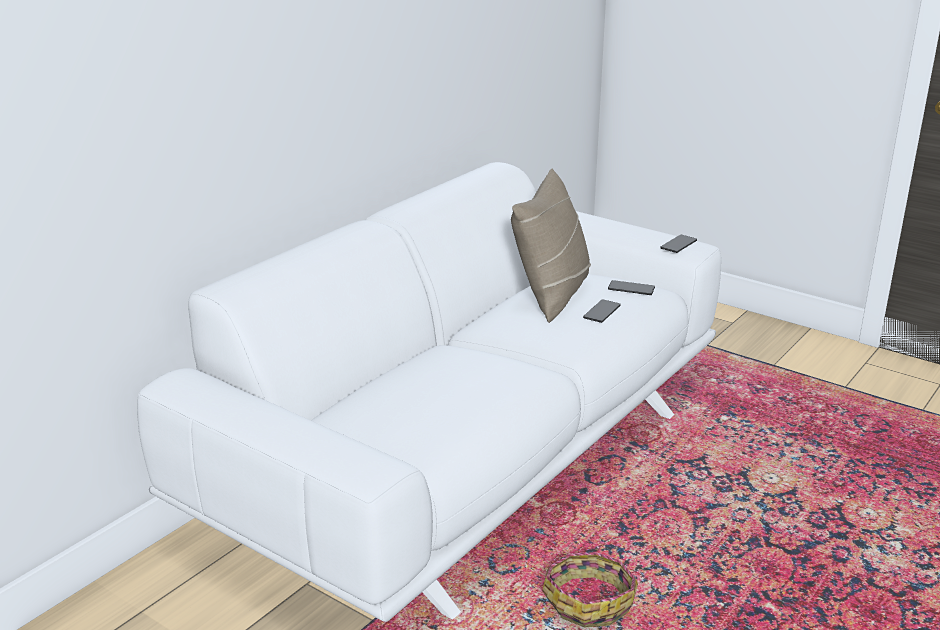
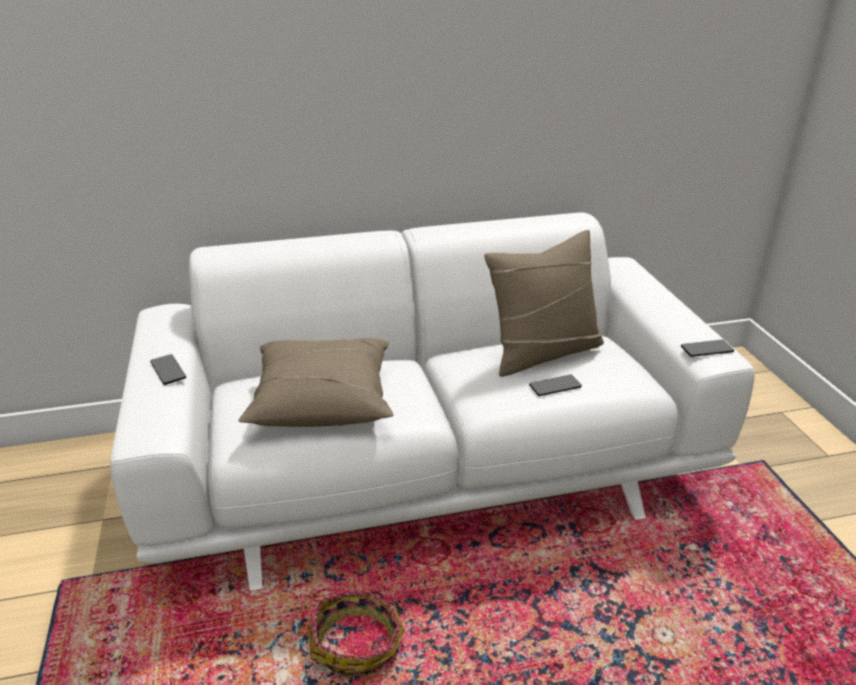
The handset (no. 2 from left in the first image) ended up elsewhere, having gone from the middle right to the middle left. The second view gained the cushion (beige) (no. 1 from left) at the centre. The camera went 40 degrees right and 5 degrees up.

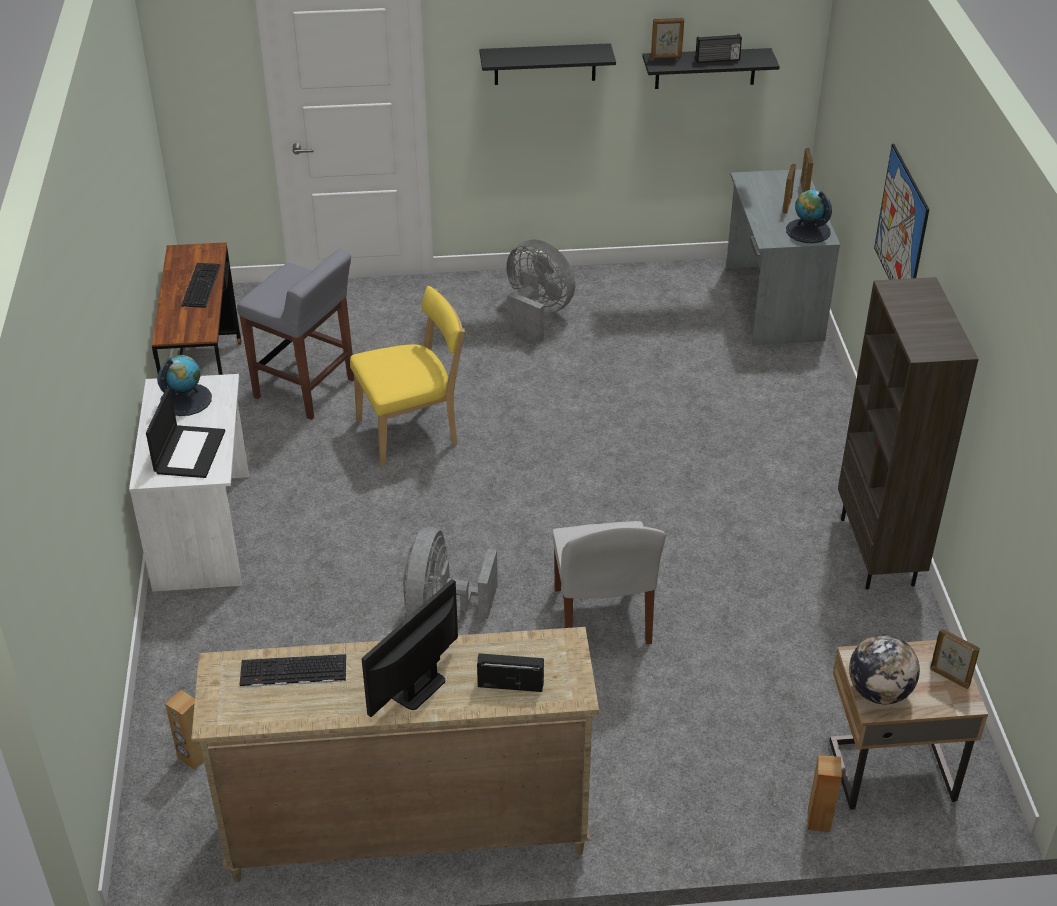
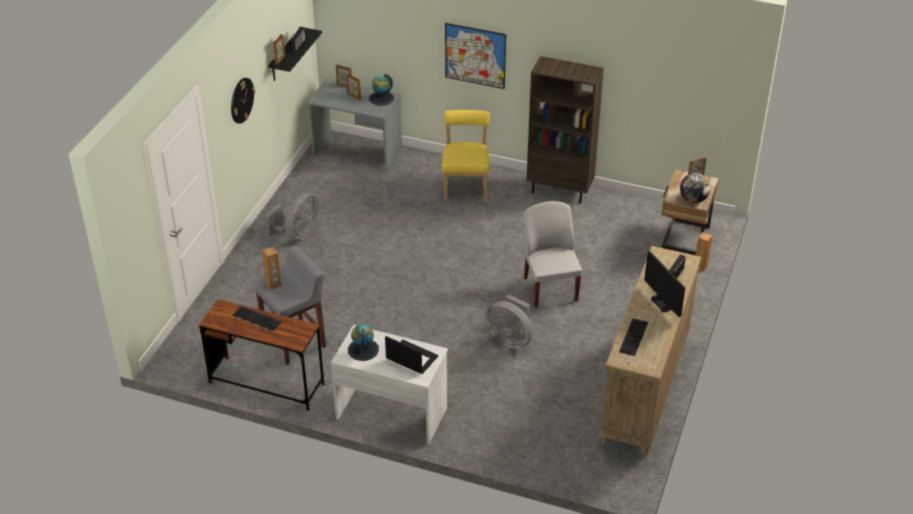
Where the wall shelf (black-coloured) (no. 1 from left) hung at the top centre, the hanging clock came to hang at the top left. The fan (greyish) (no. 2 from left in the first image) at the top centre ended up facing another way, 150 degrees clockwise from before. The chair (yellow) ended up elsewhere, having gone from the centre to the top centre. The chair (whitish) at the centre ended up facing another way, 120 degrees counterclockwise from before. The loudspeaker (brown-coloured) (no. 1 from left) ended up elsewhere, having gone from the bottom left to the middle left. The camera went 65 degrees left and 0 degrees up.

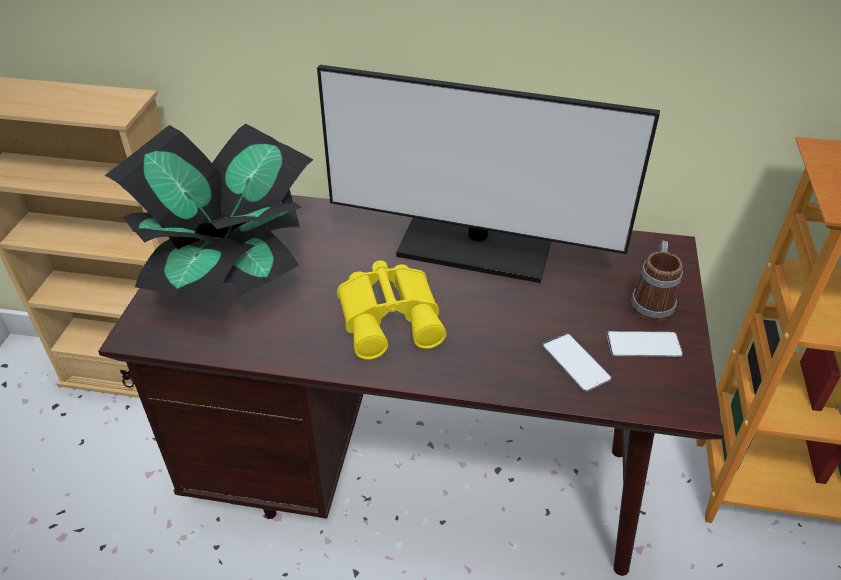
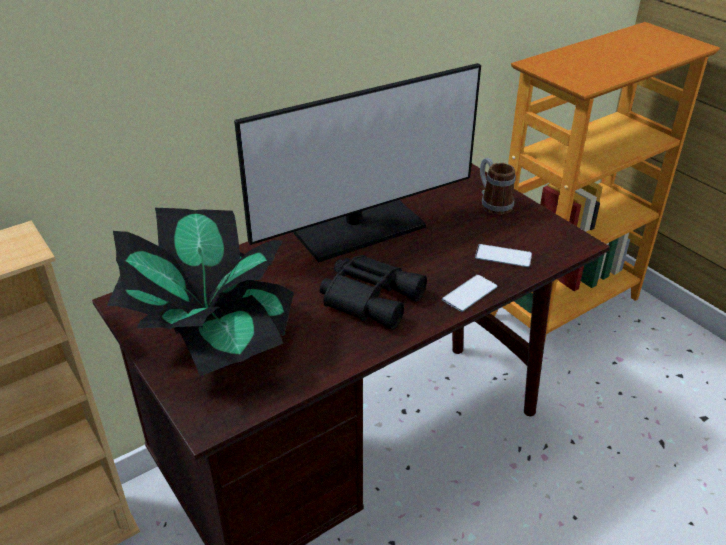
What was the binoculars (yellow) at the centre turned into the binoculars (black-coloured) at the centre. The handset (no. 2 from left in the first image) ended up elsewhere, having gone from the middle right to the centre. The camera went 45 degrees left and 5 degrees down.

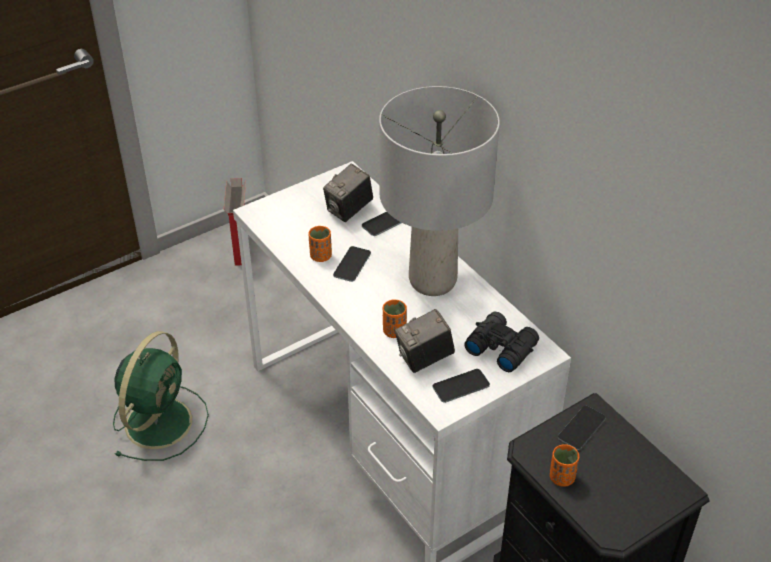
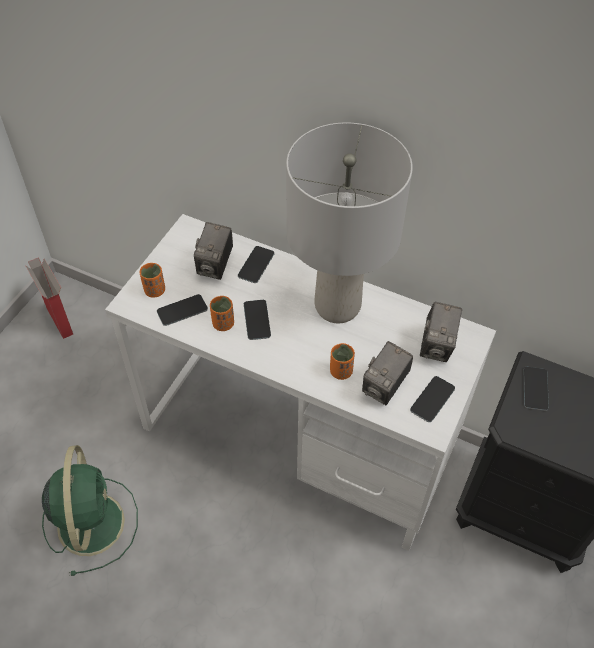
Where the binoculars (black-coloured) stood at the centre, the photo camera (no. 3 from left) came to stand at the middle right. The cup (orange) (no. 3 from left in the first image) ended up elsewhere, having gone from the bottom right to the middle left. The second view gained the handset (no. 1 from left) at the middle left. The camera went 30 degrees left and 10 degrees up.

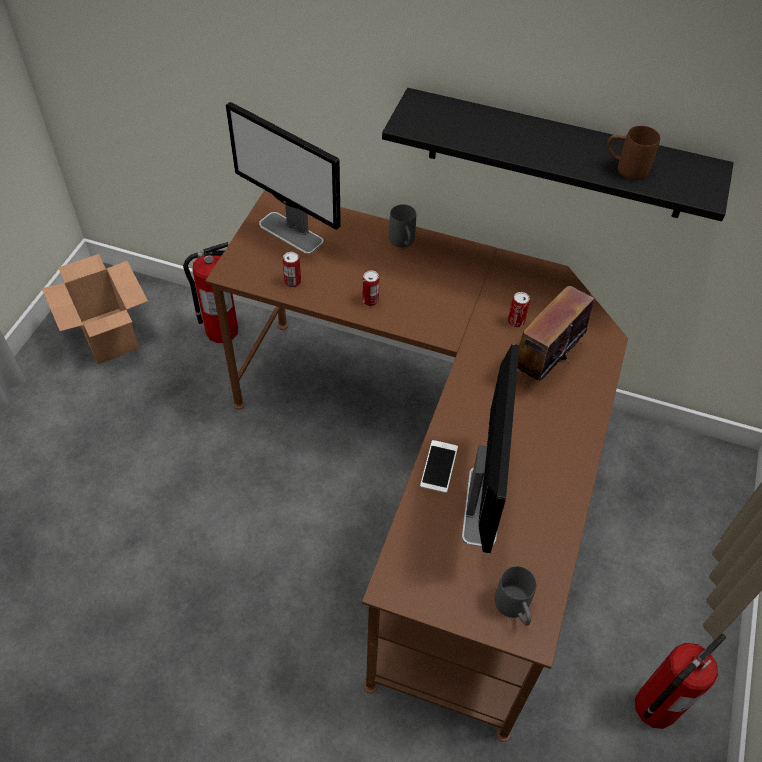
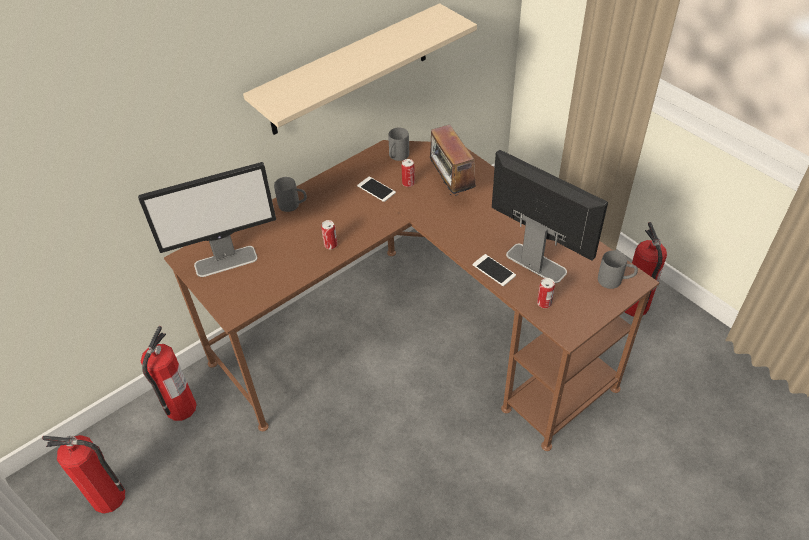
What was the wall shelf (black-coloured) at the top right turned into the wall shelf (beige) at the top centre. The second view lost the tea mug (brown-coloured) at the top right. The can (no. 1 from left in the first image) ended up elsewhere, having gone from the centre to the middle right. Where the packing box stood at the middle left, the fire extinguisher (no. 1 from left) came to stand at the bottom left. The second view gained the tea mug (greyish) (no. 2 from left) at the top centre. The second view gained the handset (no. 1 from left) at the centre. The camera went 55 degrees left and 5 degrees down.

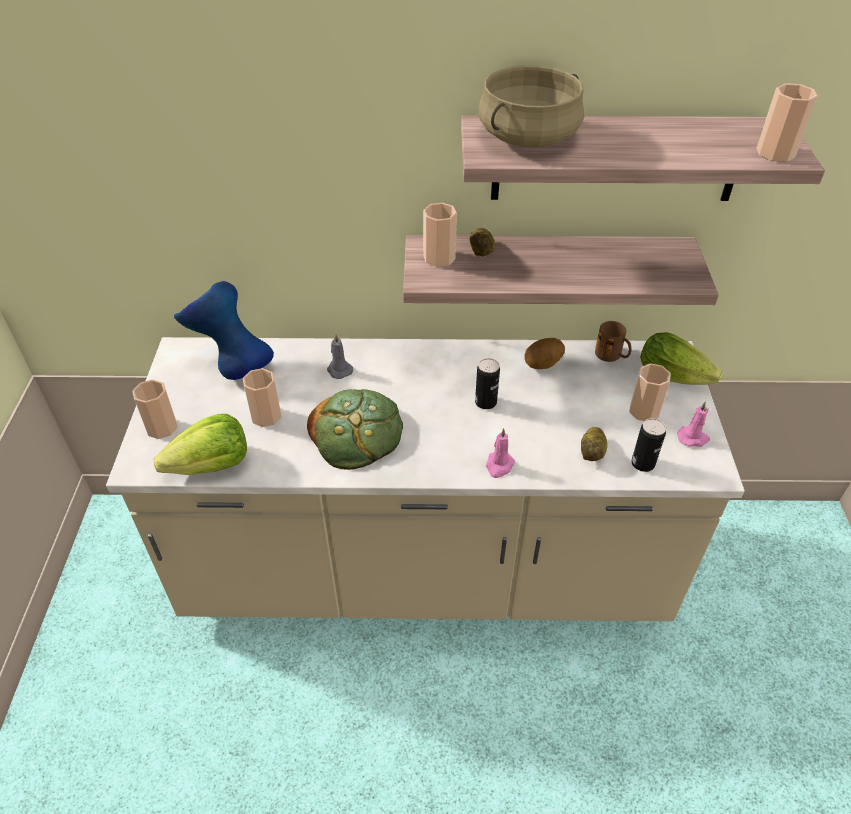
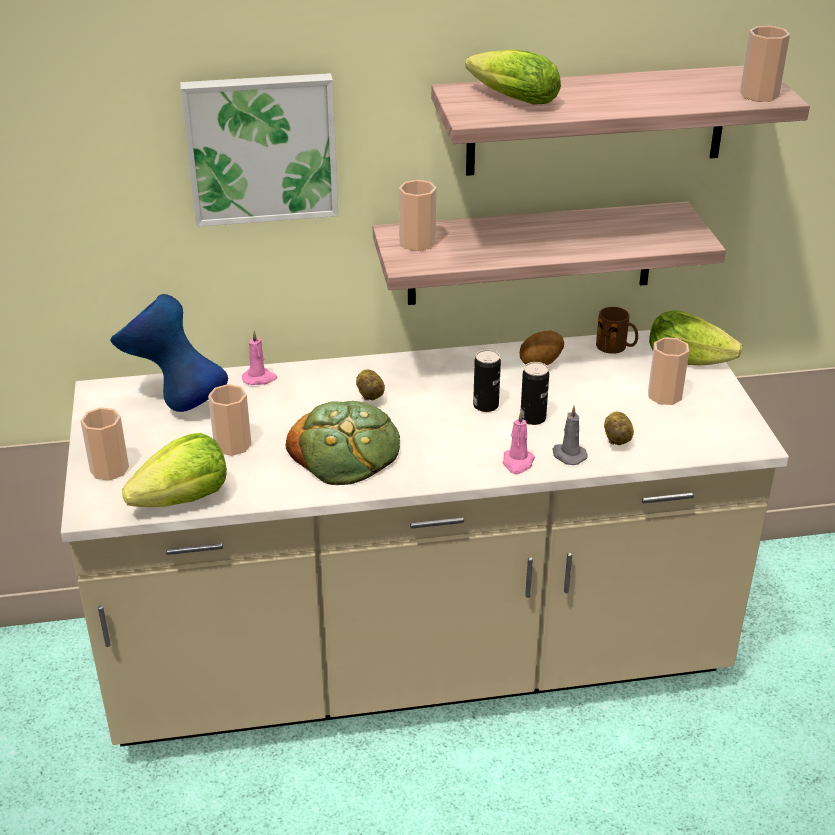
Where the cooking pot (beige) stood at the top centre, the head of lettuce (no. 2 from left) came to stand at the top centre. The spud (no. 1 from left) ended up elsewhere, having gone from the top centre to the centre. The wax light (greyish) ended up elsewhere, having gone from the centre to the middle right. The wax light (pink) (no. 2 from left in the first image) ended up elsewhere, having gone from the middle right to the middle left. The can (no. 2 from left) ended up elsewhere, having gone from the middle right to the centre. The second view gained the picture at the top left. The camera went 10 degrees left and 10 degrees down.

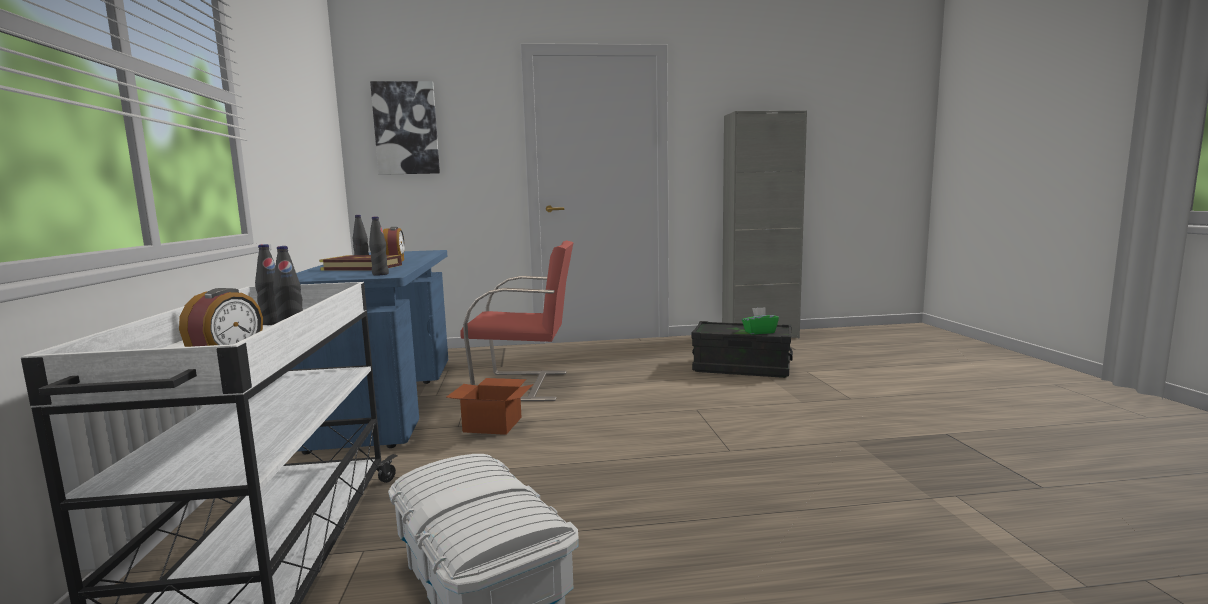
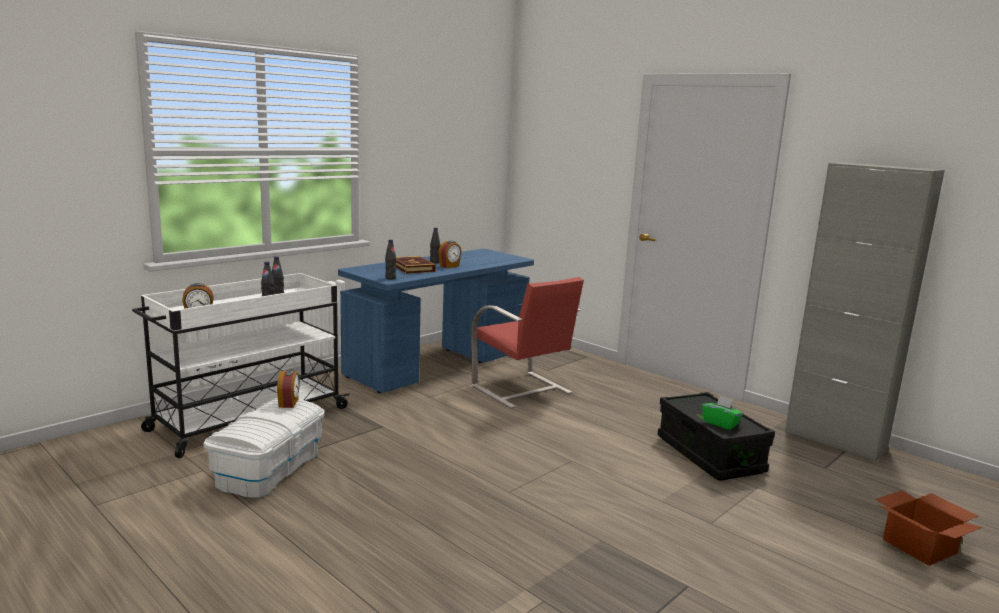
The second view lost the picture at the top centre. The packing box ended up elsewhere, having gone from the bottom centre to the bottom right. The second view gained the bedside clock (no. 2 from left) at the middle left. The camera went 50 degrees right and 5 degrees up.

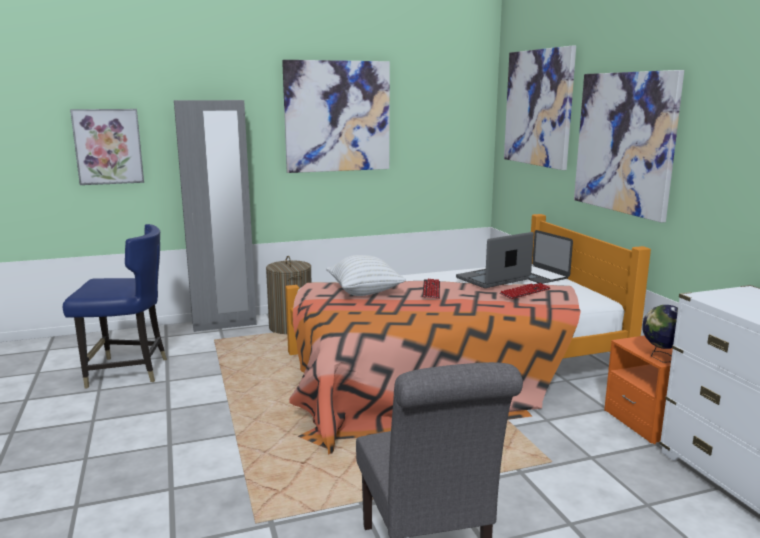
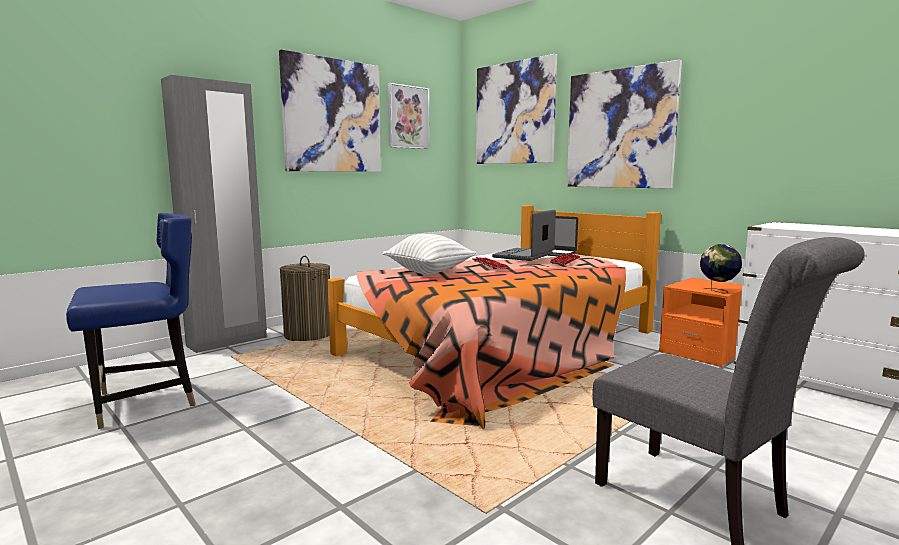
The picture (no. 1 from left in the first image) ended up elsewhere, having gone from the top left to the top centre. The camera went 25 degrees left and 5 degrees down.

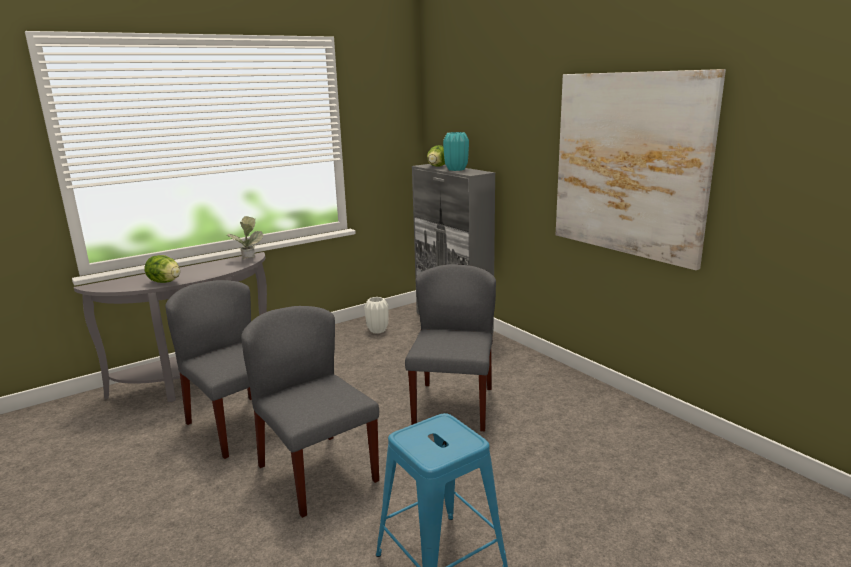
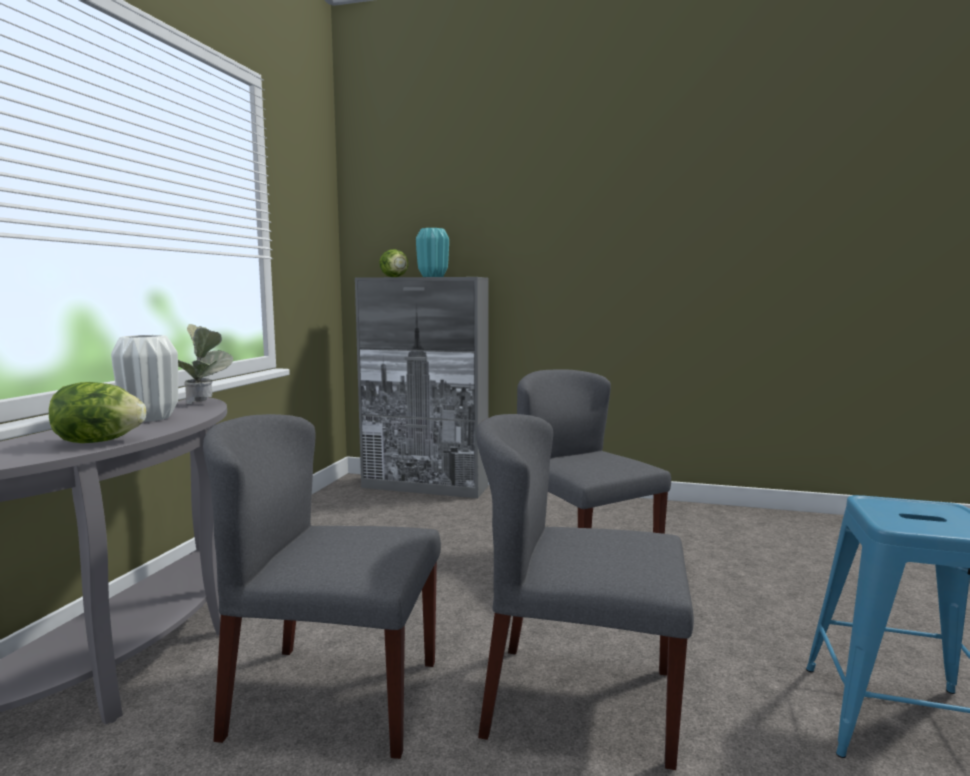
The second view lost the picture at the top right. The flower vase (whitish) ended up elsewhere, having gone from the centre to the middle left. The camera went 40 degrees left and 10 degrees down.

